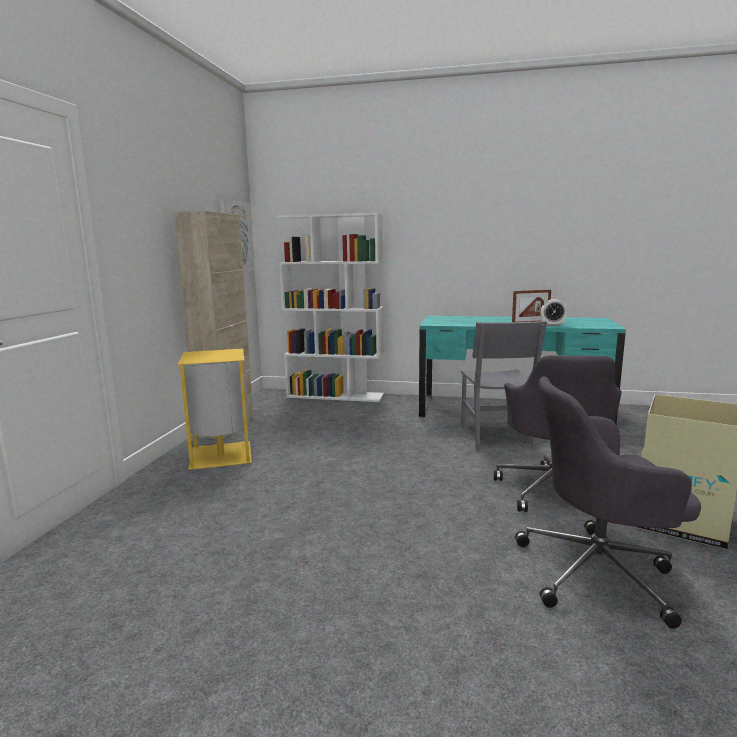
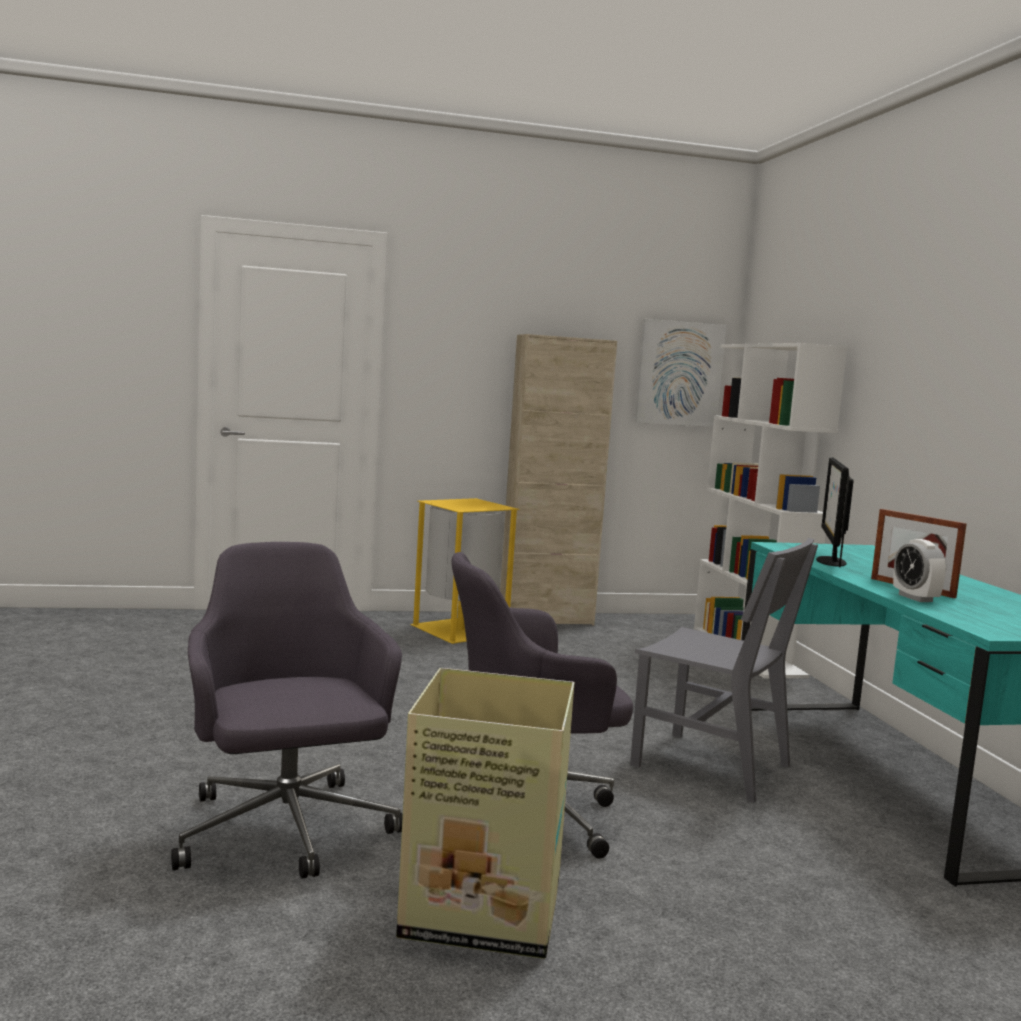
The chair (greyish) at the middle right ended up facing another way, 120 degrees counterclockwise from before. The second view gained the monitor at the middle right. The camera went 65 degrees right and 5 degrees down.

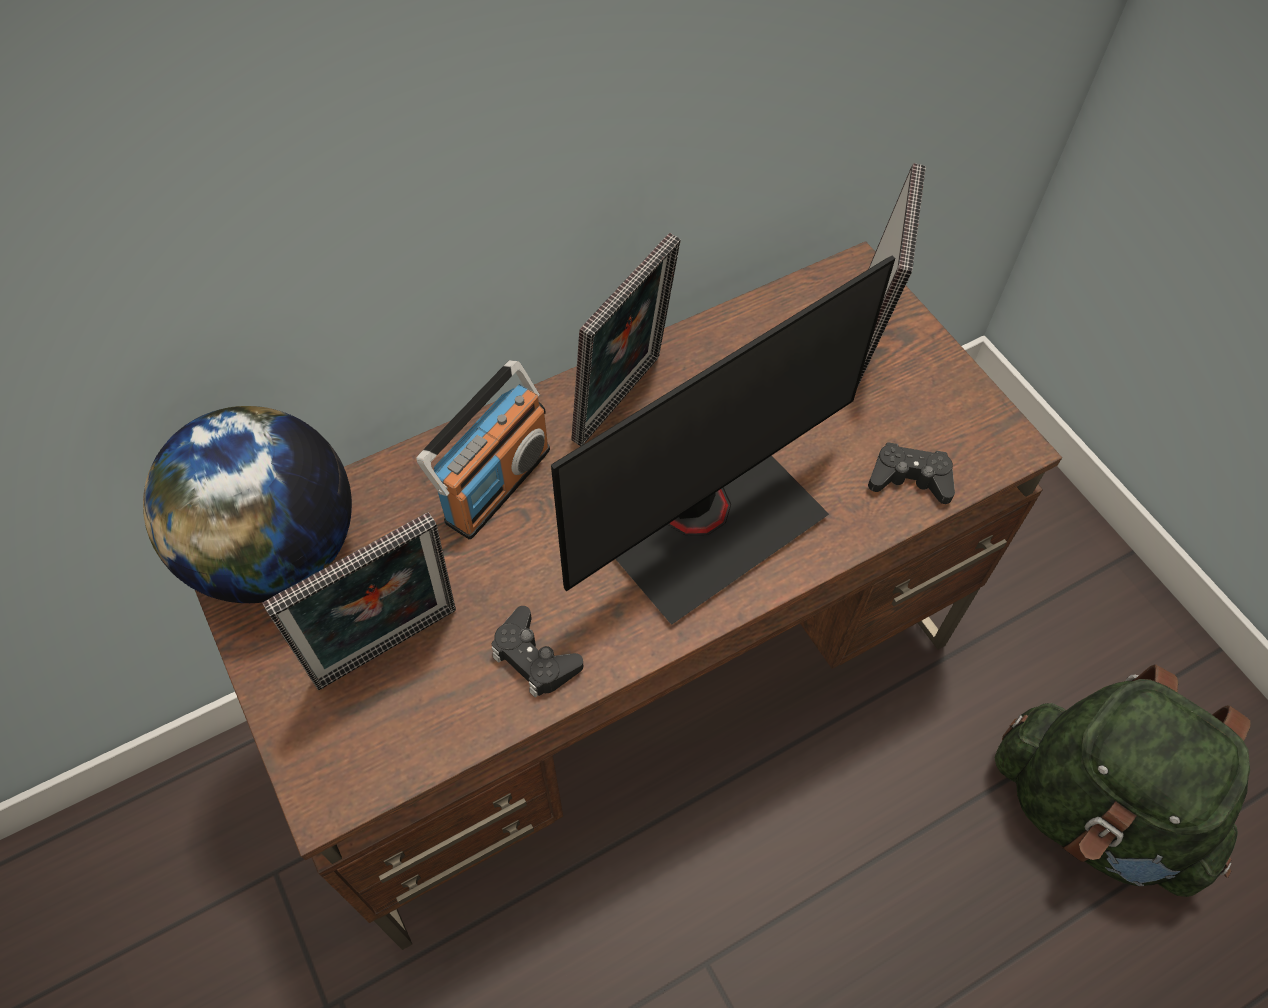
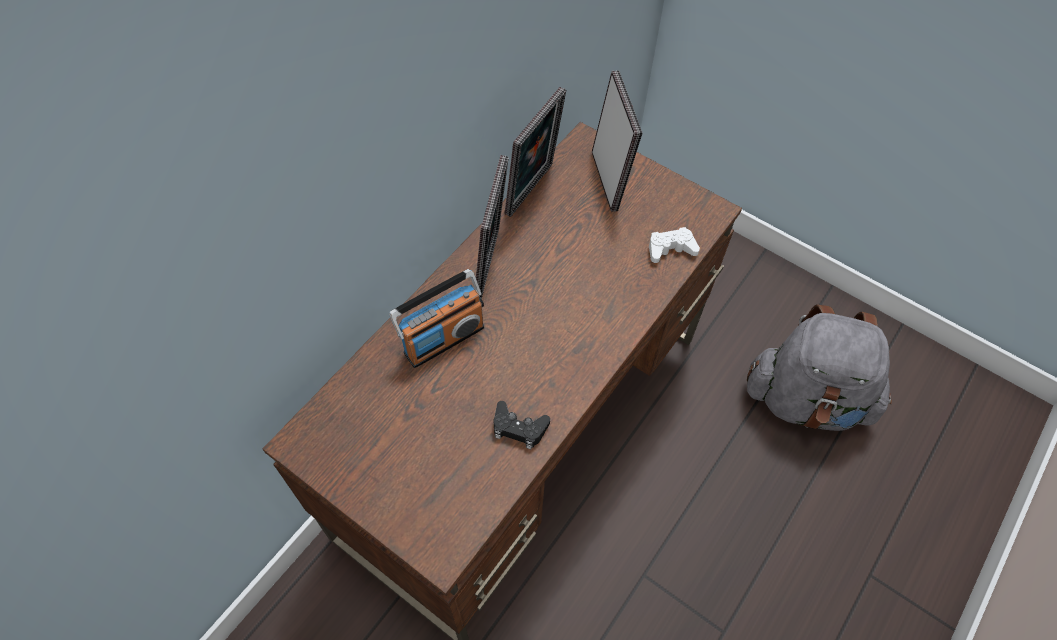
The second view lost the monitor at the centre. The radio at the centre ended up facing another way, 45 degrees clockwise from before. The second view lost the desk globe at the middle left. What was the joypad (black-coloured) (no. 2 from left) at the middle right turned into the joypad (whitish) at the centre. The picture frame (no. 1 from left in the first image) ended up elsewhere, having gone from the middle left to the top centre. What was the backpack (green-coloured) at the bottom right turned into the backpack (greyish) at the middle right. The camera went 25 degrees left and 0 degrees up.

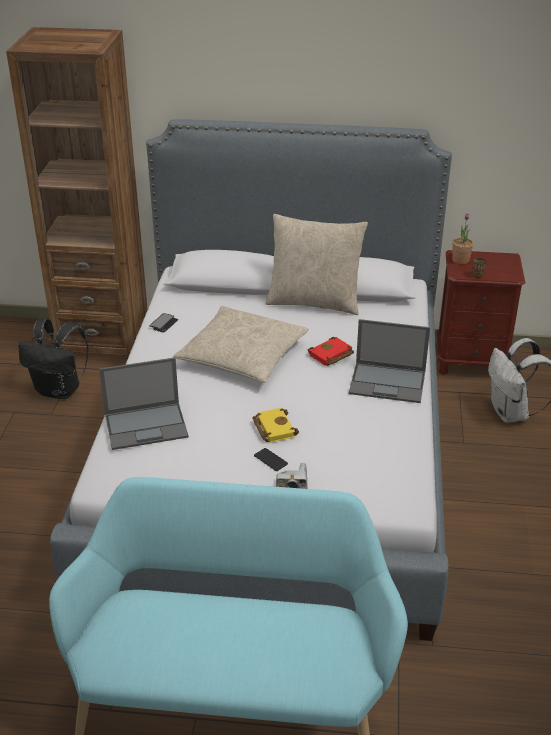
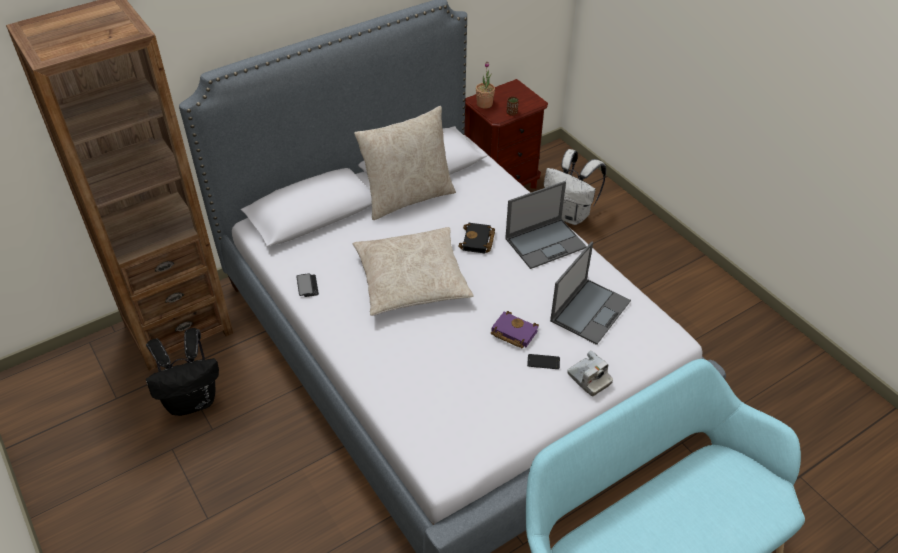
What was the book (red-coloured) at the centre turned into the book (black-coloured) at the centre. The portable computer (no. 1 from left in the first image) ended up elsewhere, having gone from the middle left to the centre. What was the book (yellow) at the centre turned into the book (purple-coloured) at the centre. The camera went 40 degrees left and 10 degrees up.

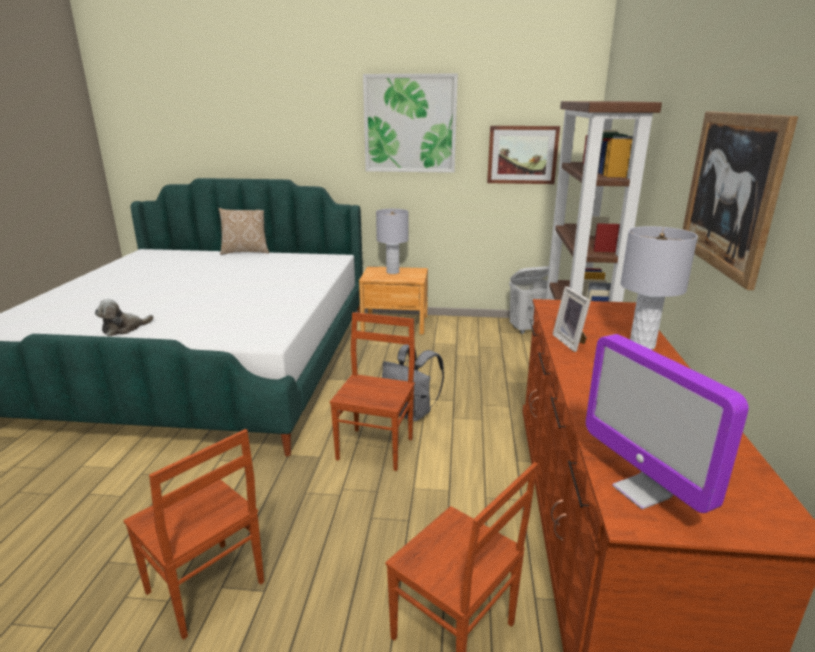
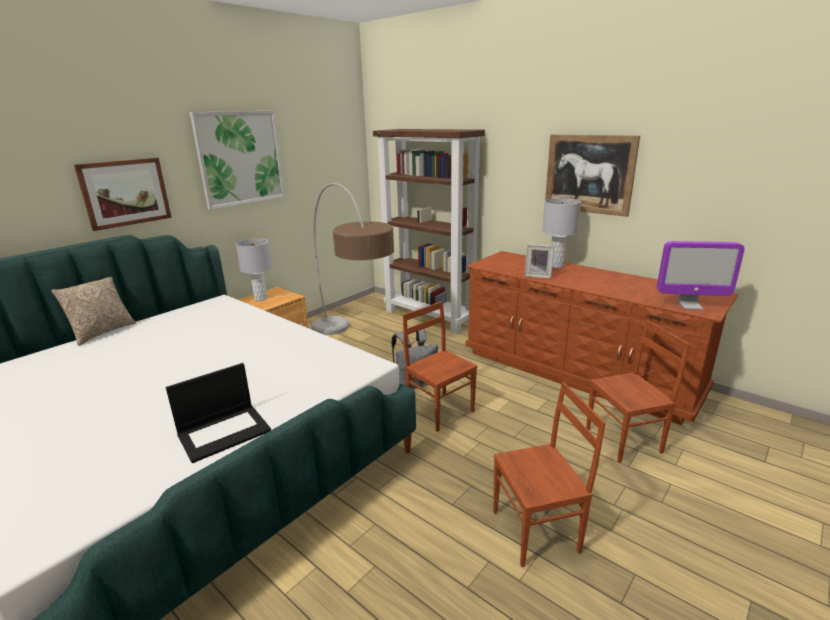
The picture (no. 2 from left in the first image) ended up elsewhere, having gone from the top centre to the top left. The second view lost the hamper (whitish) at the centre. Where the soft toy stood at the middle left, the portable computer came to stand at the middle left. The second view gained the floor lamp at the centre. The camera went 55 degrees left and 0 degrees up.

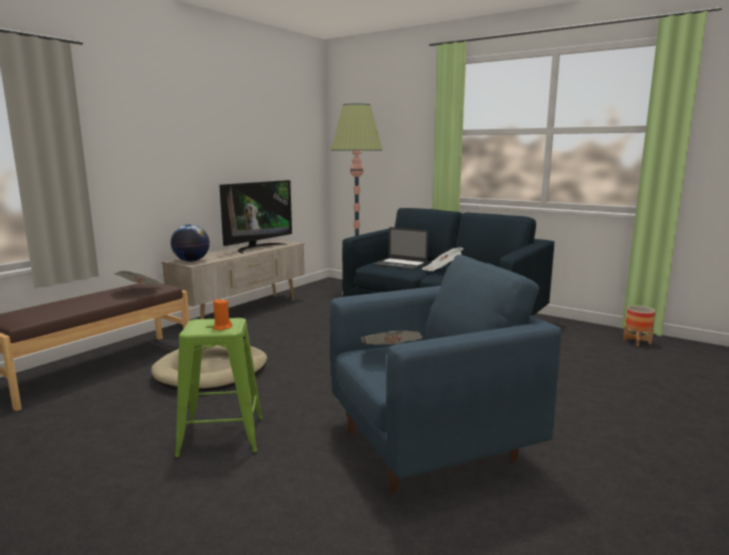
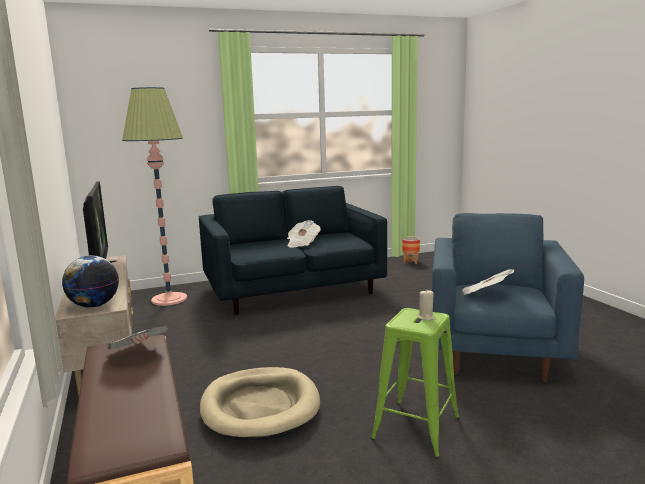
The second view lost the portable computer at the centre. What was the wax light (orange) at the middle left turned into the wax light (beige) at the centre. The camera went 55 degrees left and 0 degrees up.

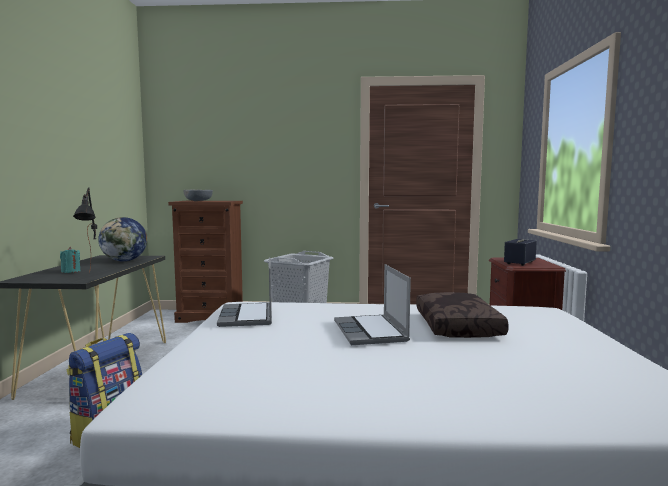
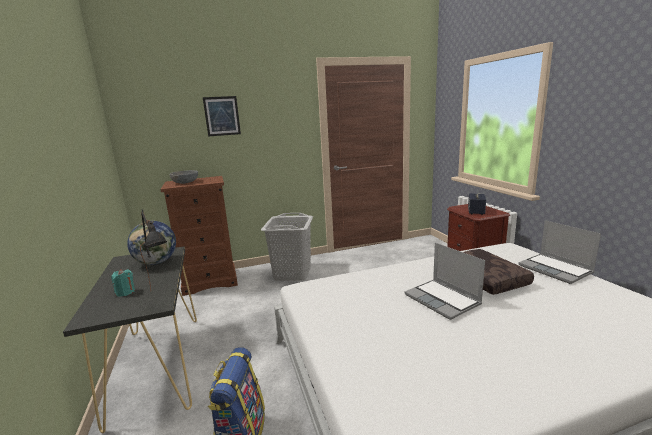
The portable computer (no. 1 from left in the first image) ended up elsewhere, having gone from the centre to the middle right. The second view gained the picture at the top centre. The camera went 20 degrees left and 10 degrees up.

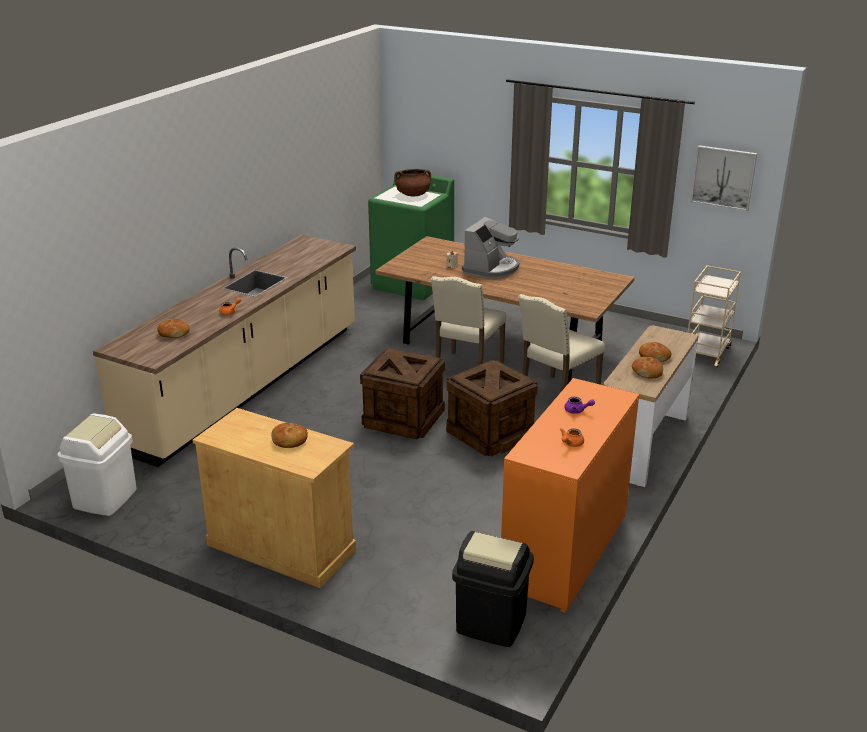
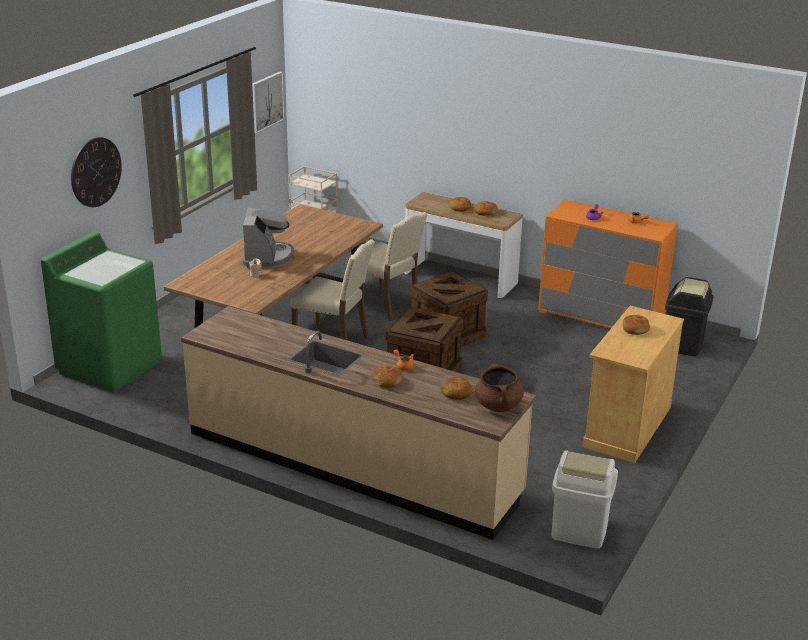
The cooking pot (brown-coloured) ended up elsewhere, having gone from the top centre to the centre. The coffee brewer at the centre ended up facing another way, 60 degrees clockwise from before. The second view gained the hanging clock at the top left. The second view gained the bakery bread (no. 1 from left) at the centre. The camera went 90 degrees left and 0 degrees up.

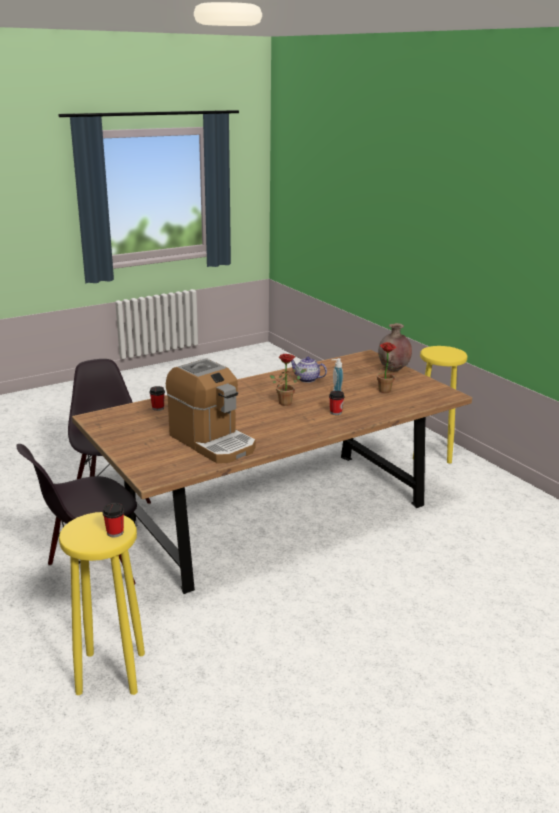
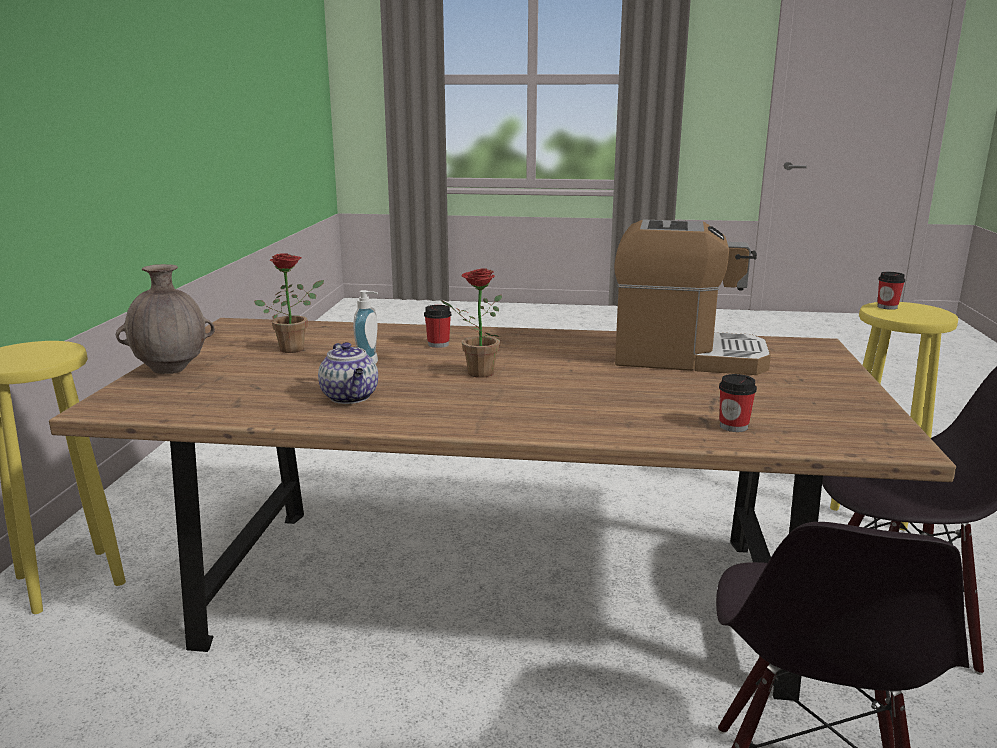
The coffee brewer at the centre ended up facing another way, 105 degrees clockwise from before. The camera went 140 degrees left and 5 degrees down.

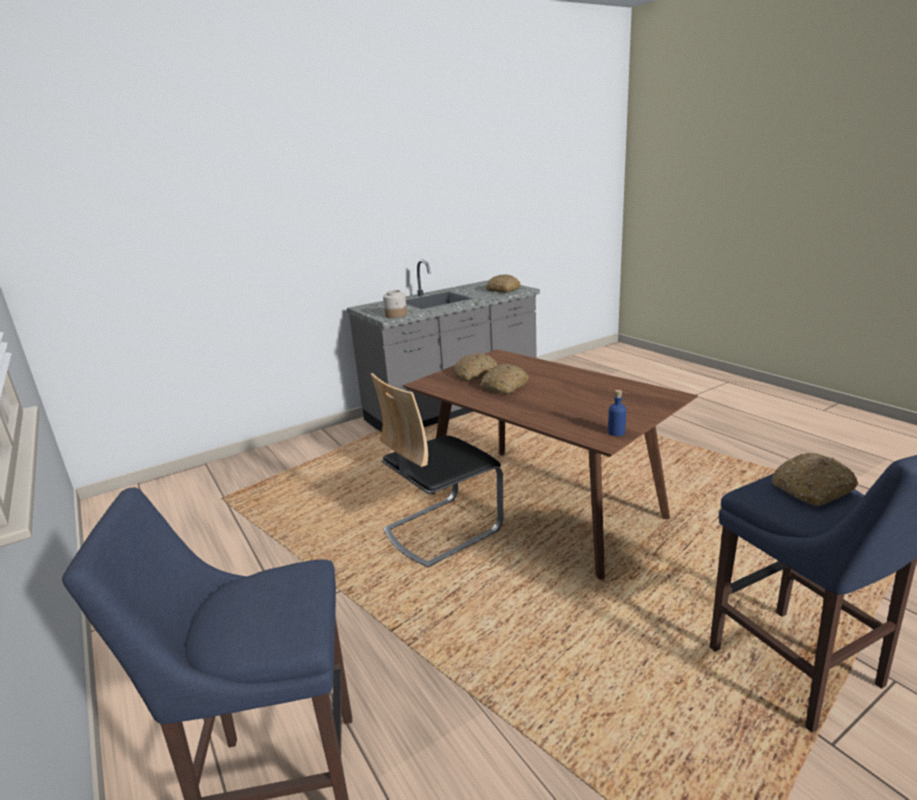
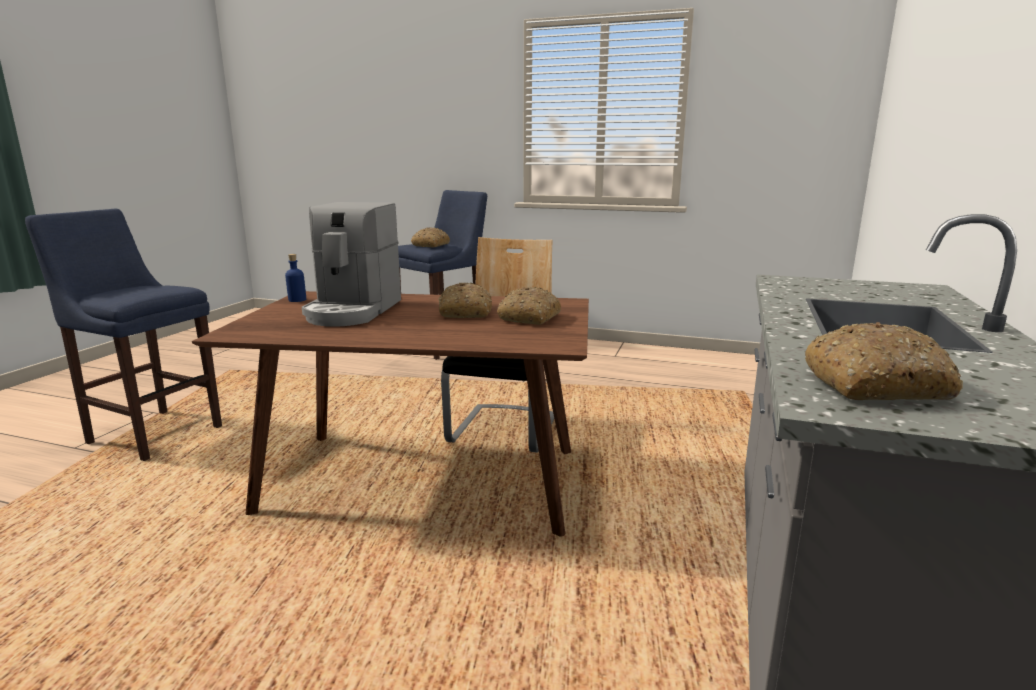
The second view lost the storage jar at the centre. The bakery bread (no. 4 from left in the first image) ended up elsewhere, having gone from the middle right to the centre. The second view gained the coffee brewer at the centre. The camera went 140 degrees right and 5 degrees down.

